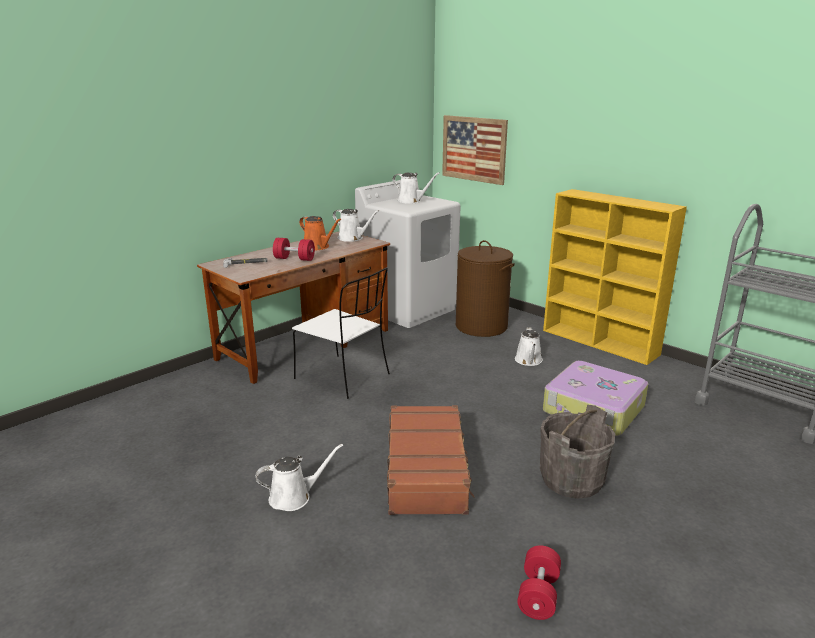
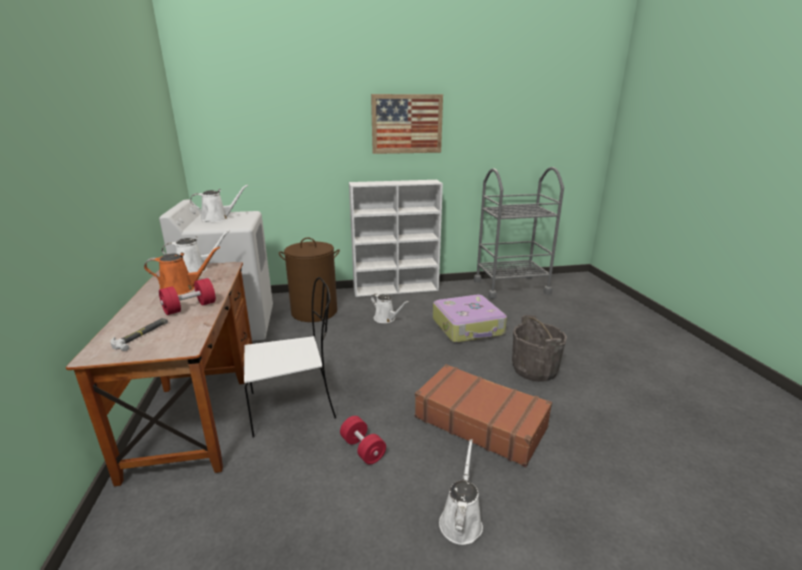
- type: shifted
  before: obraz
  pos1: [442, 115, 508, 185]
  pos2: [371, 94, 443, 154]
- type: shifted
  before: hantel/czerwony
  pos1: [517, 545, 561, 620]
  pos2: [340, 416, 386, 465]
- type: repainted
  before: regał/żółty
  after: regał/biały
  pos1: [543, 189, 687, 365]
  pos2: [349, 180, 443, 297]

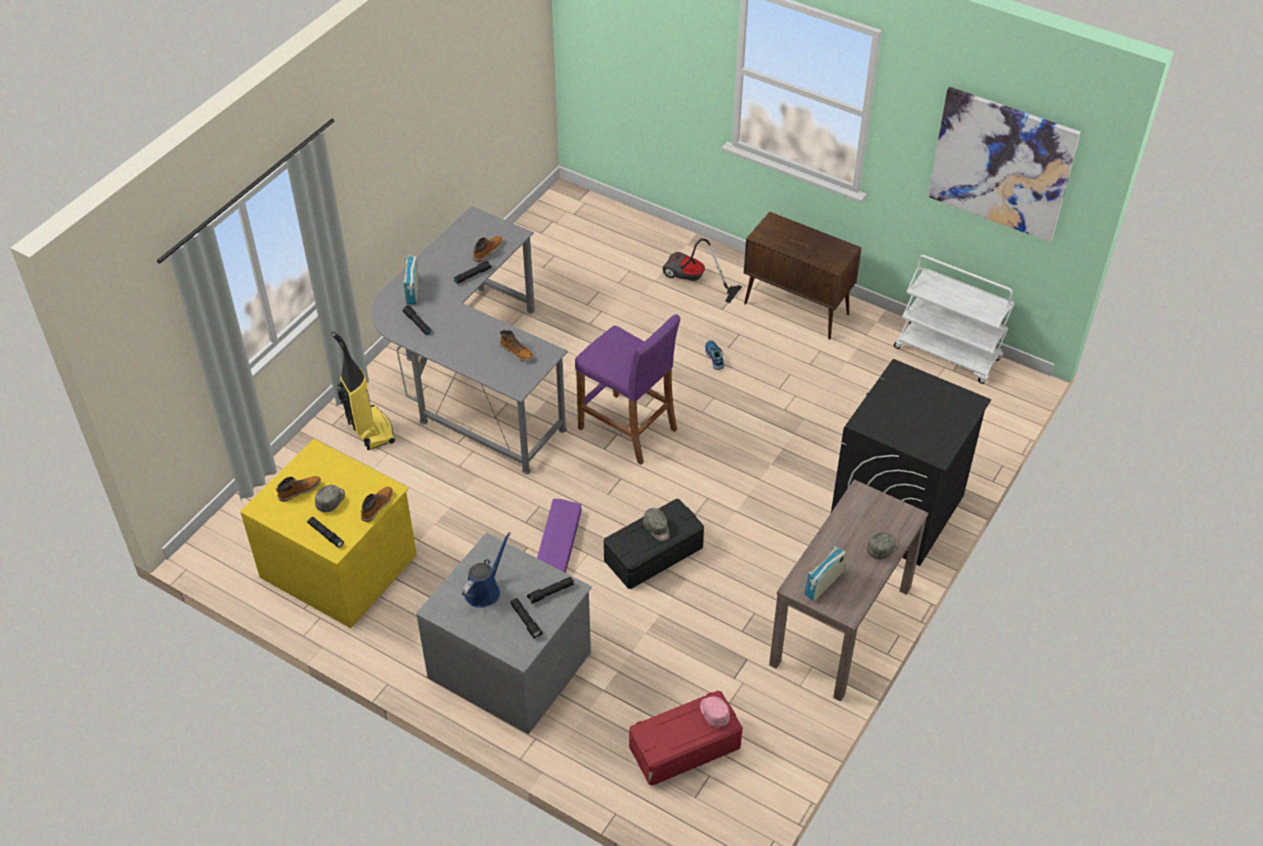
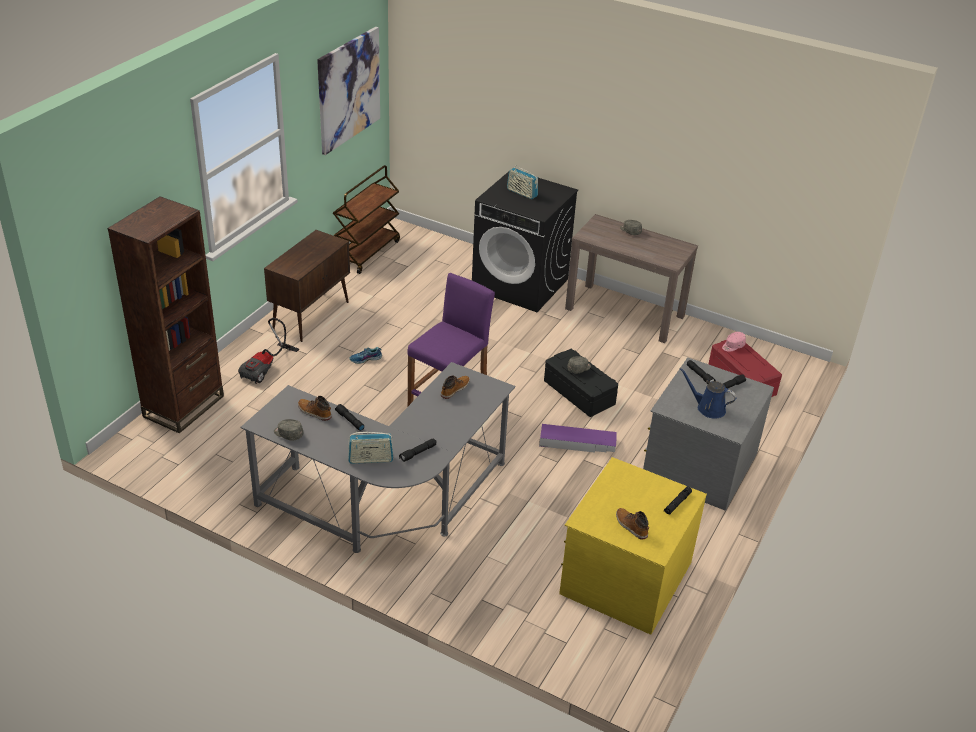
- type: shifted
  before: czapka z daszkiem/szary
  pos1: [315, 485, 345, 512]
  pos2: [274, 419, 304, 440]
- type: gone
  before: odkurzacz
  pos1: [331, 331, 395, 450]
- type: gone
  before: but z cholewką
  pos1: [361, 487, 393, 522]
- type: shifted
  before: radio
  pos1: [804, 546, 846, 601]
  pos2: [507, 165, 538, 199]
- type: repainted
  before: wózek/biały
  after: wózek/brązowy
  pos1: [894, 255, 1015, 384]
  pos2: [333, 165, 400, 274]
- type: new
  after: regał/brązowy
  pos2: [107, 196, 224, 433]

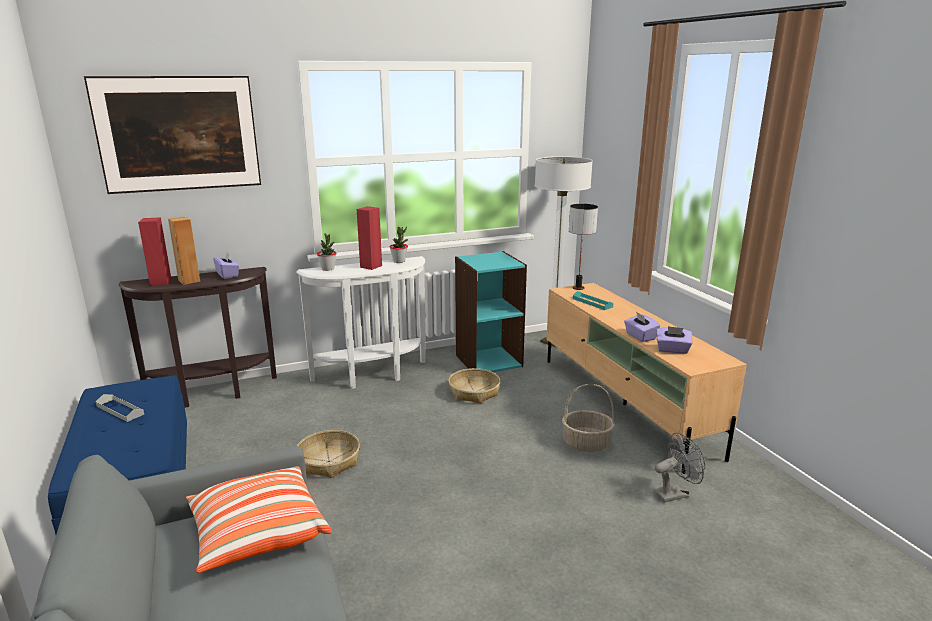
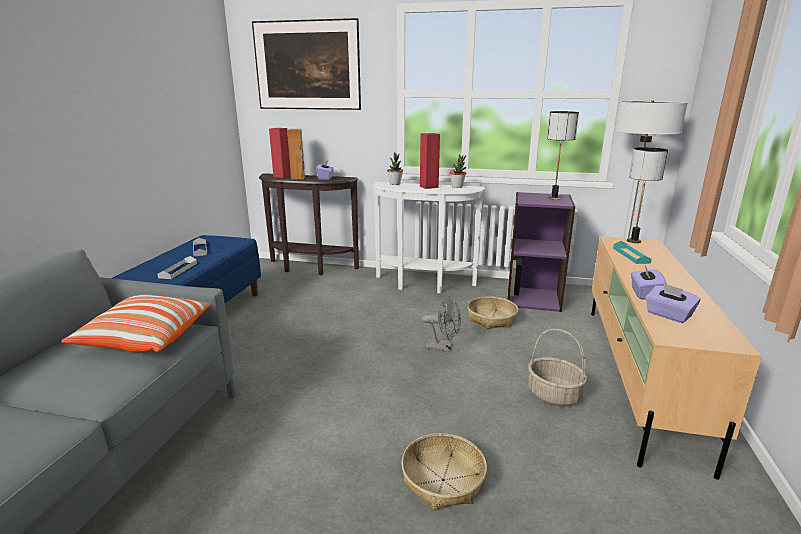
- type: shifted
  before: koszyk
  pos1: [297, 430, 360, 478]
  pos2: [401, 433, 487, 510]
- type: repainted
  before: regał/turkusowy
  after: regał/fioletowy
  pos1: [455, 251, 527, 372]
  pos2: [507, 192, 575, 312]
- type: shifted
  before: wentylator/szary
  pos1: [653, 433, 705, 503]
  pos2: [422, 296, 461, 352]
- type: new
  after: taca/szary
  pos2: [157, 256, 197, 279]
- type: new
  after: lampa stołowa
  pos2: [547, 111, 579, 200]

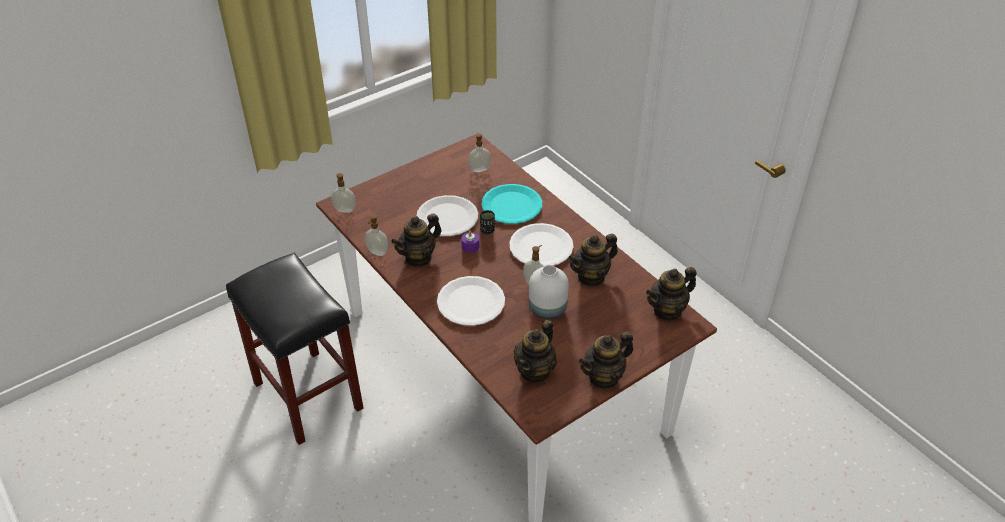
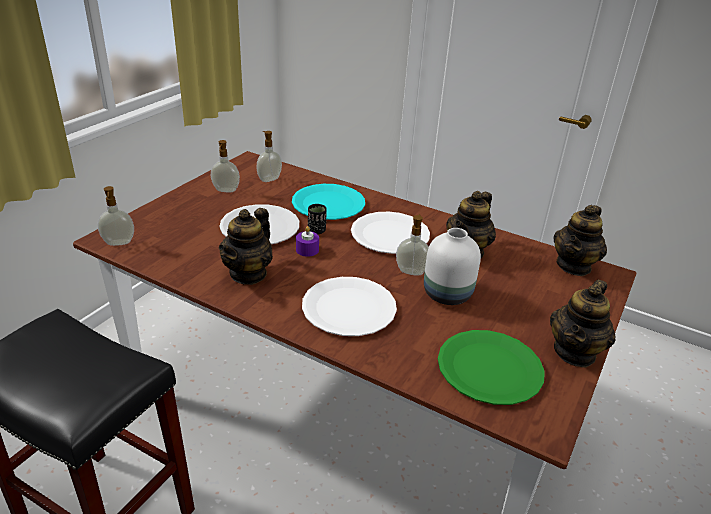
- type: shifted
  before: dozownik mydła
  pos1: [365, 215, 388, 256]
  pos2: [211, 140, 240, 193]
- type: swapped
  before: imbryk
  after: talerz/zielony
  pos1: [514, 320, 557, 383]
  pos2: [438, 330, 545, 405]

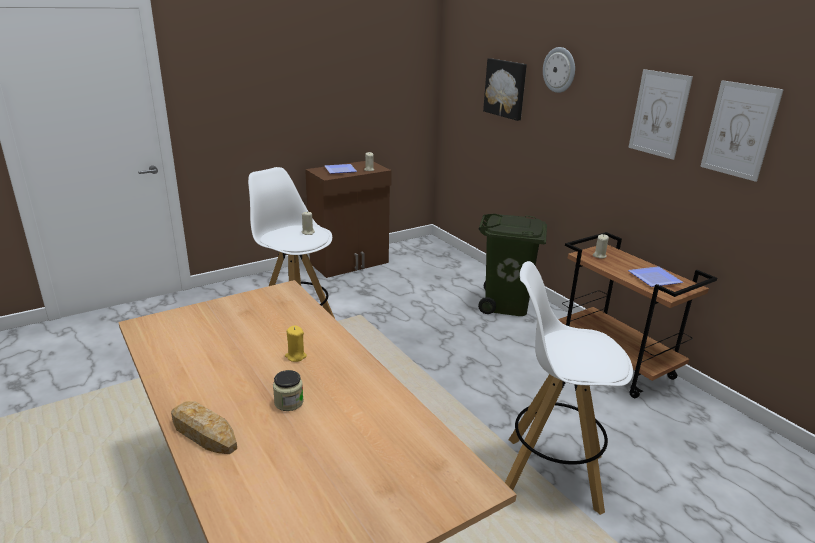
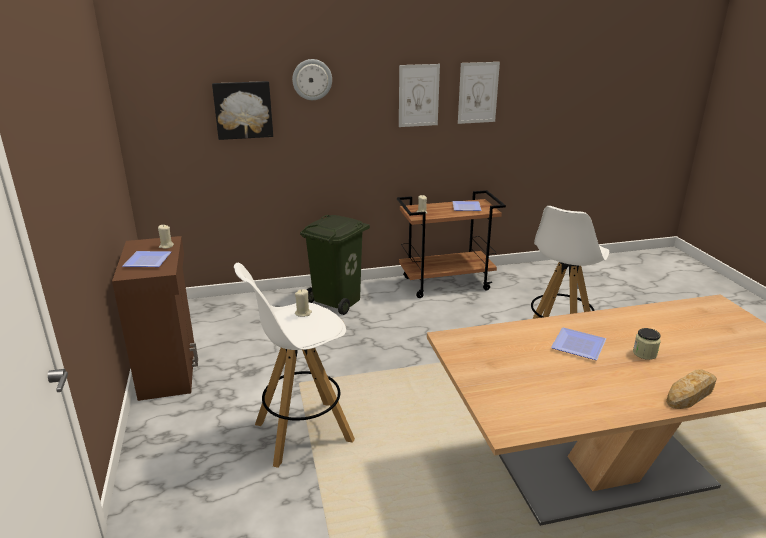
- type: swapped
  before: świeca/żółty
  after: talerz
  pos1: [285, 325, 307, 362]
  pos2: [551, 327, 606, 360]

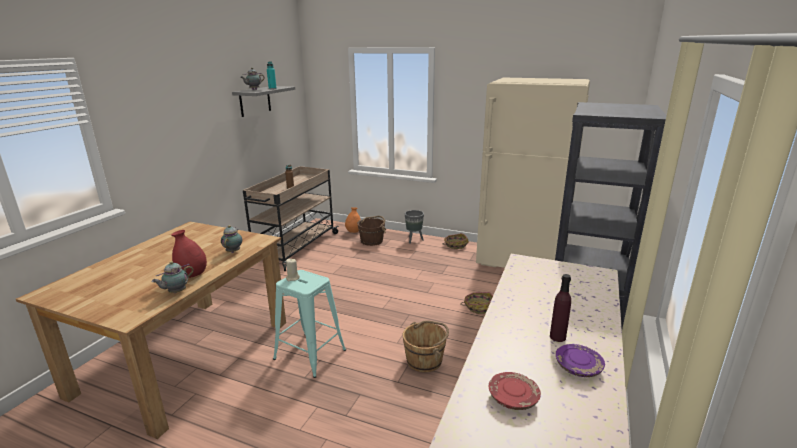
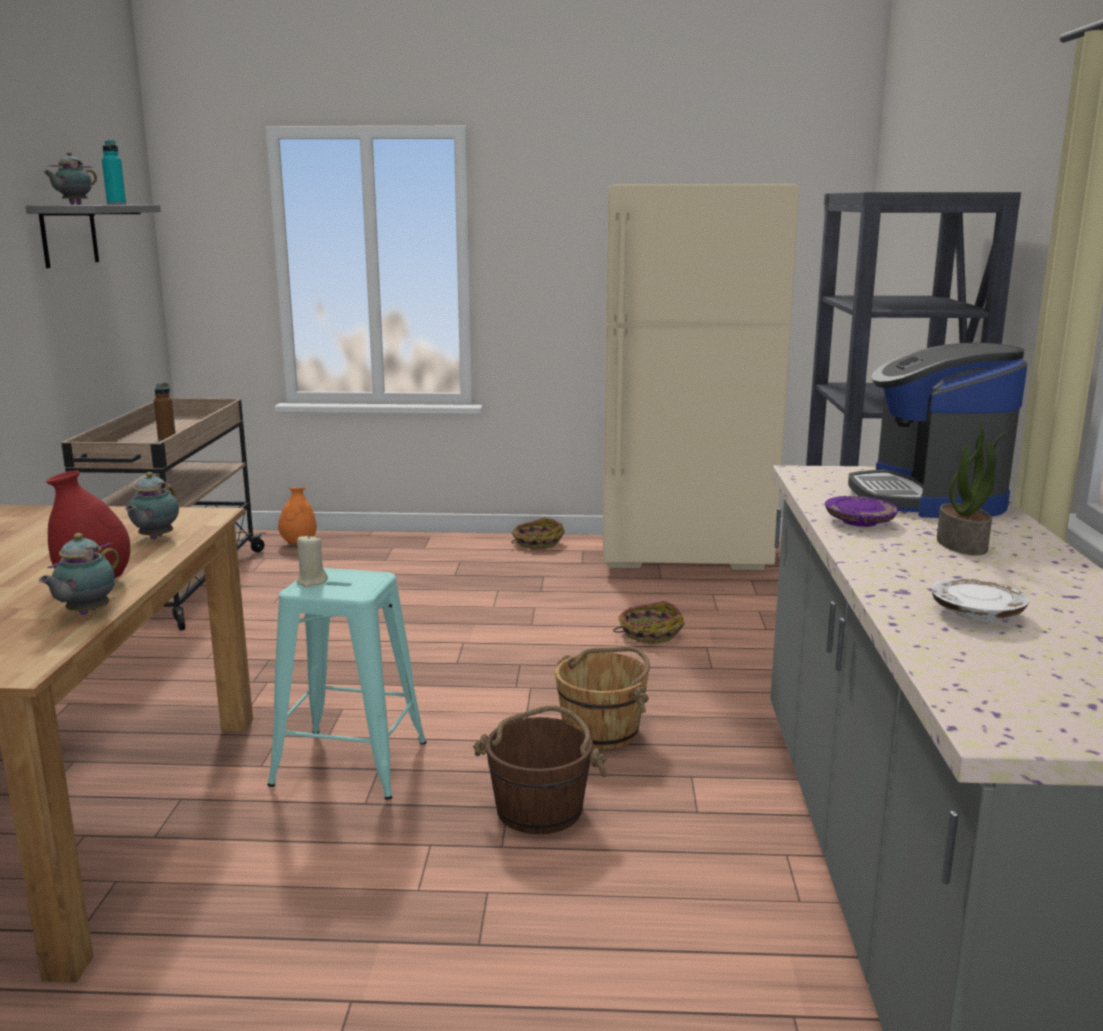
- type: rotated
  before: imbryk
  pos1: [221, 225, 242, 253]
  pos2: [125, 472, 179, 540]
  turn: -150
- type: shifted
  before: wiadro/brązowy
  pos1: [357, 216, 386, 246]
  pos2: [473, 705, 608, 834]
- type: gone
  before: donica/szary
  pos1: [405, 210, 424, 244]
- type: repainted
  before: talerz/czerwony
  after: talerz/biały
  pos1: [489, 372, 541, 410]
  pos2: [931, 579, 1029, 621]
- type: swapped
  before: butelka/fioletowy
  after: roślina doniczkowa
  pos1: [550, 274, 571, 342]
  pos2: [937, 422, 1008, 555]
- type: shifted
  before: talerz/fioletowy
  pos1: [556, 344, 605, 377]
  pos2: [825, 496, 898, 527]
- type: new
  after: ekspres do kawy
  pos2: [848, 342, 1028, 518]

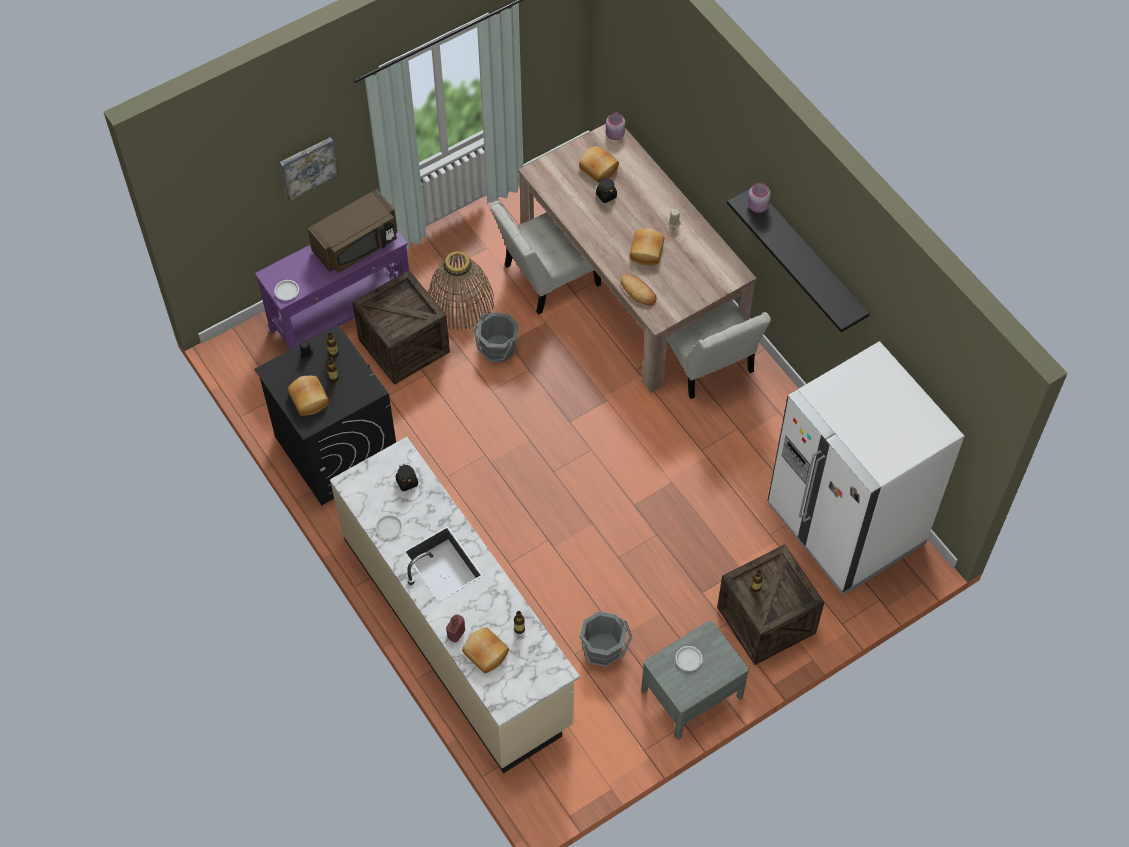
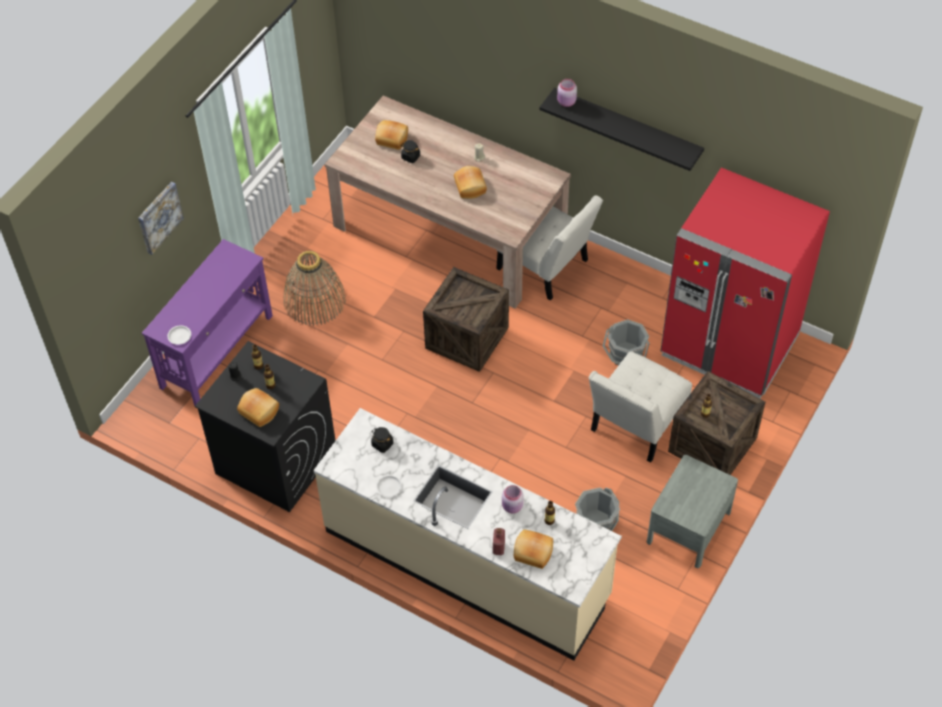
- type: gone
  before: mikrofalówka/brązowy
  pos1: [308, 189, 398, 273]
- type: shifted
  before: skrzynka
  pos1: [352, 270, 450, 385]
  pos2: [423, 267, 509, 372]
- type: shifted
  before: wiadro/szary
  pos1: [474, 312, 519, 362]
  pos2: [603, 319, 650, 365]
- type: shifted
  before: krzesło/biały
  pos1: [489, 201, 601, 315]
  pos2: [589, 351, 692, 463]
- type: shifted
  before: słoik/różowy
  pos1: [606, 112, 626, 140]
  pos2: [502, 485, 524, 513]
- type: gone
  before: chleb
  pos1: [621, 274, 657, 305]
- type: gone
  before: talerz/biały
  pos1: [675, 646, 703, 671]
- type: repainted
  before: lodówka/biały
  after: lodówka/czerwony
  pos1: [768, 341, 964, 595]
  pos2: [661, 167, 830, 399]

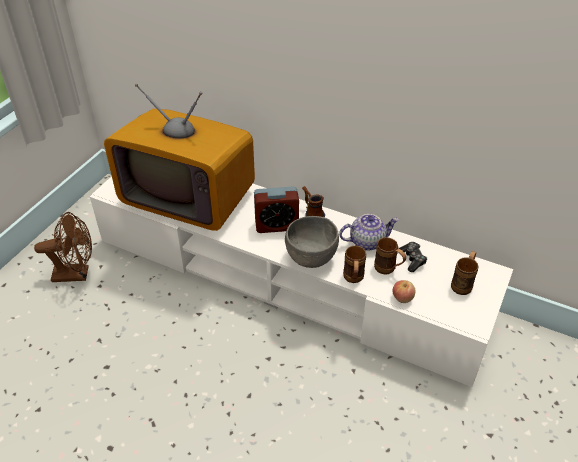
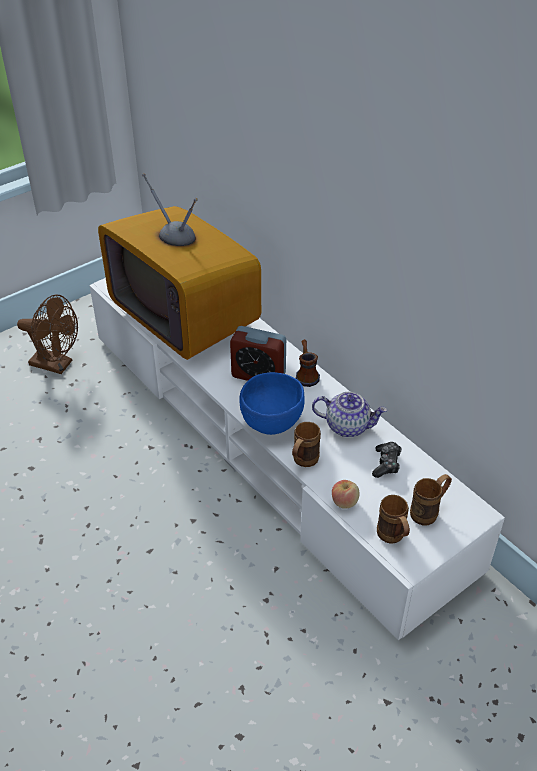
- type: repainted
  before: miska/szary
  after: miska/niebieski
  pos1: [285, 216, 339, 268]
  pos2: [239, 372, 305, 435]
- type: shifted
  before: kubek/brązowy
  pos1: [374, 237, 406, 275]
  pos2: [377, 495, 410, 544]

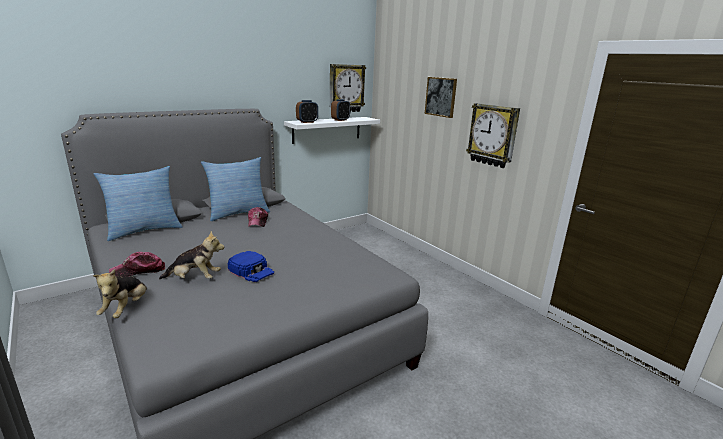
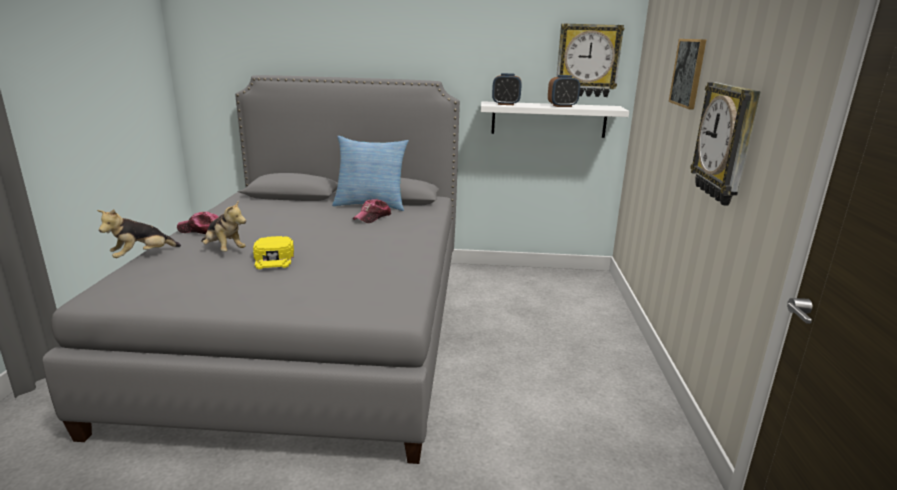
- type: gone
  before: poduszka
  pos1: [93, 166, 183, 241]
- type: repainted
  before: czapka z daszkiem/niebieski
  after: czapka z daszkiem/żółty
  pos1: [228, 251, 274, 282]
  pos2: [253, 236, 294, 269]

